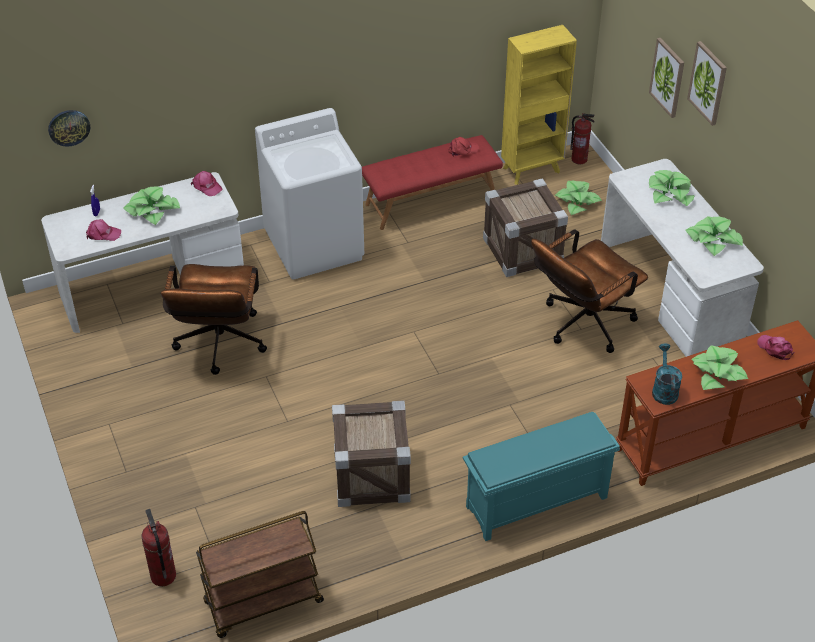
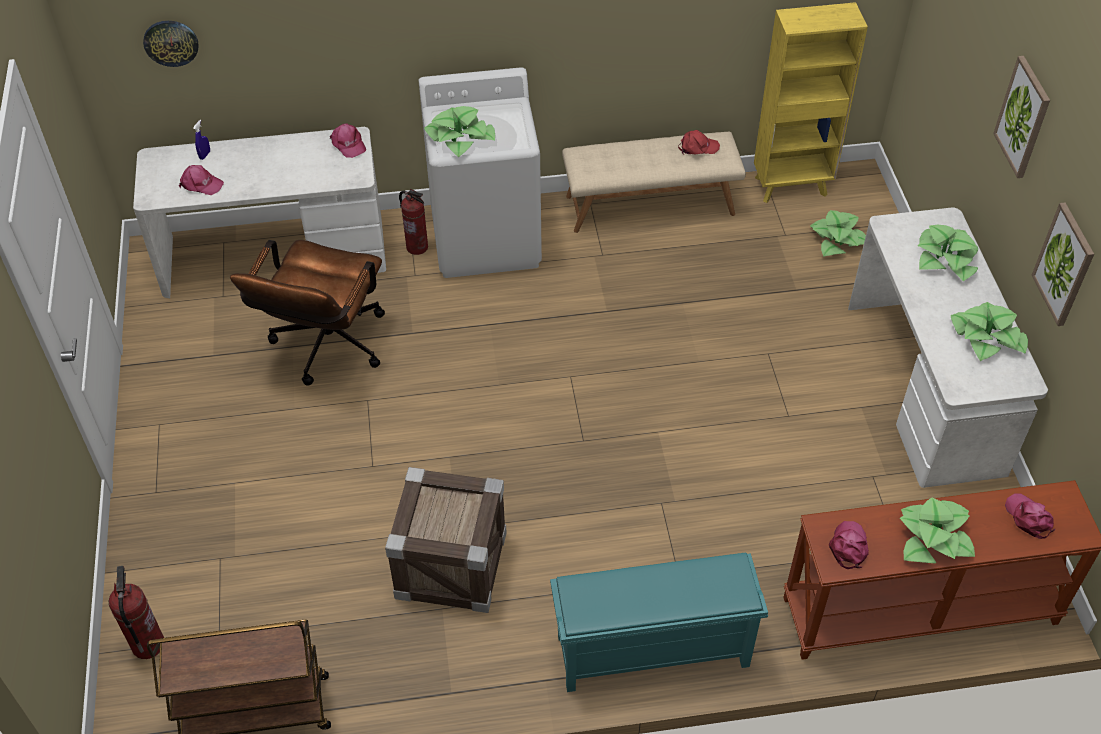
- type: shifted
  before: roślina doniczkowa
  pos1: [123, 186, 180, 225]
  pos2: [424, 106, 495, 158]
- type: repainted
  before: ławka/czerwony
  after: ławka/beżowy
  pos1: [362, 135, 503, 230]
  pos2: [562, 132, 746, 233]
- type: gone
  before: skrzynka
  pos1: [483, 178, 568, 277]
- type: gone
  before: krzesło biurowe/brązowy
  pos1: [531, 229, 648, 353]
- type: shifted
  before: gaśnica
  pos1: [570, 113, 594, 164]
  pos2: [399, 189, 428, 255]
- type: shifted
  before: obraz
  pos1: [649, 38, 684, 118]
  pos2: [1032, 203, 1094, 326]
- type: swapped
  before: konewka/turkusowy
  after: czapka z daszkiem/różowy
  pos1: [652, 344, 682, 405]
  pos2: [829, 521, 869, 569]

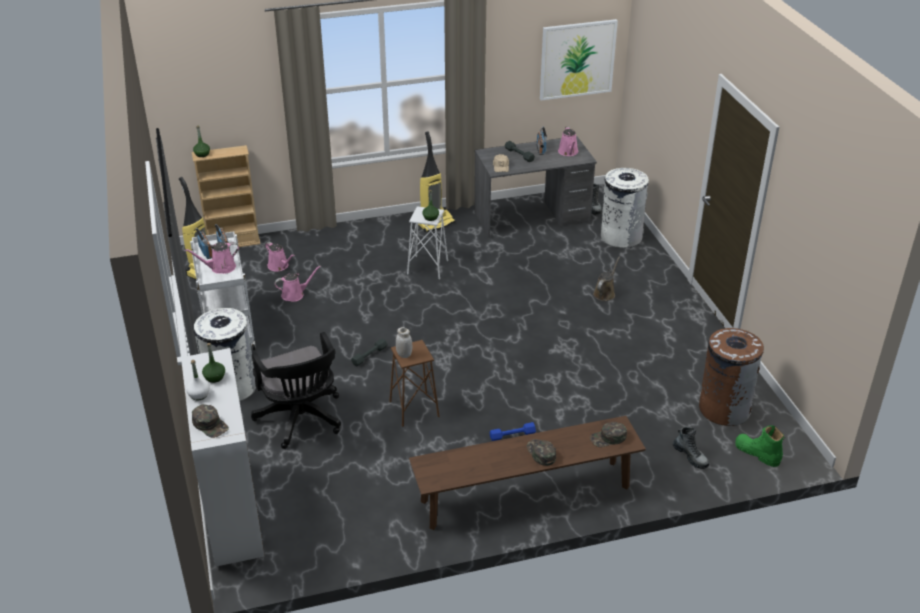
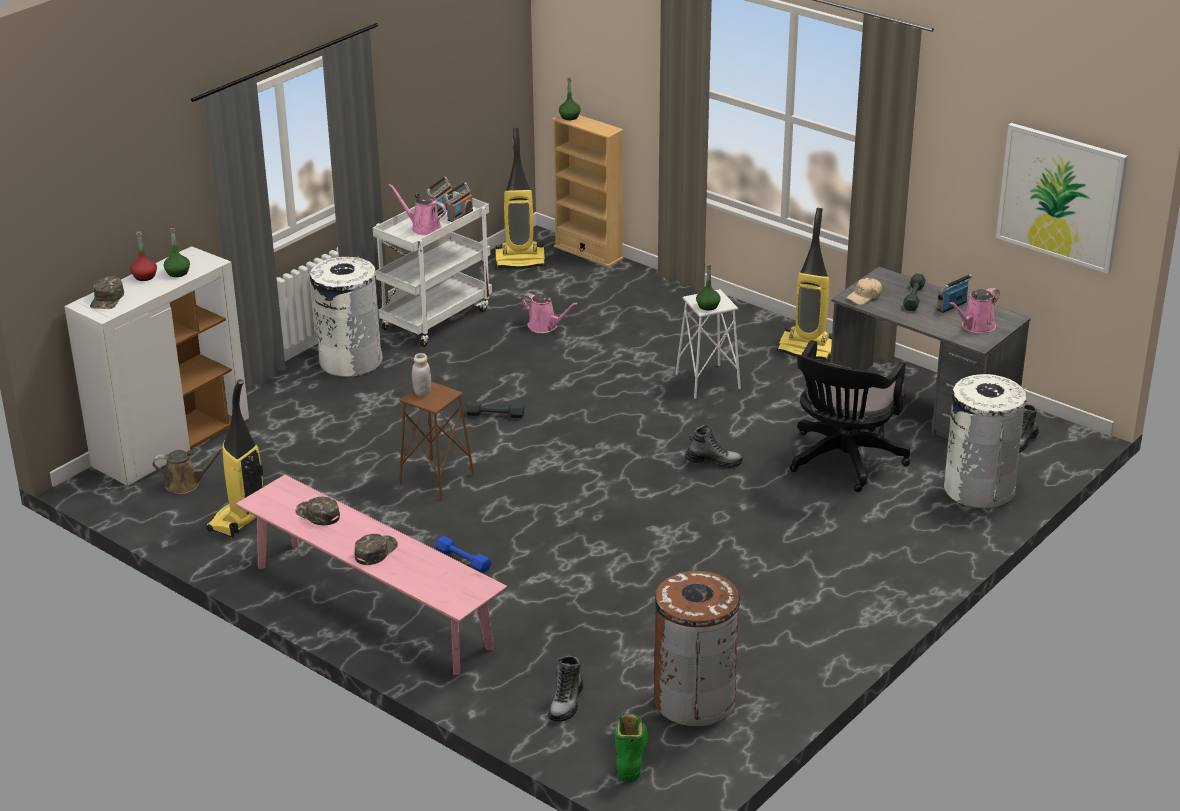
- type: repainted
  before: butelka/biały
  after: butelka/czerwony
  pos1: [186, 360, 210, 400]
  pos2: [130, 231, 157, 281]
- type: shifted
  before: krzesło biurowe/czarny
  pos1: [251, 332, 341, 449]
  pos2: [790, 340, 910, 492]
- type: gone
  before: konewka/różowy
  pos1: [265, 242, 294, 271]
- type: repainted
  before: ławka/brązowy
  after: ławka/różowy
  pos1: [409, 416, 646, 530]
  pos2: [236, 475, 507, 675]
- type: shifted
  before: czapka z daszkiem/zielony
  pos1: [590, 422, 627, 447]
  pos2: [295, 496, 340, 525]
- type: shifted
  before: konewka/brązowy
  pos1: [593, 257, 620, 301]
  pos2: [153, 447, 223, 494]
- type: new
  after: odkurzacz
  pos2: [206, 379, 263, 538]
- type: new
  after: but z cholewką
  pos2: [685, 424, 743, 468]

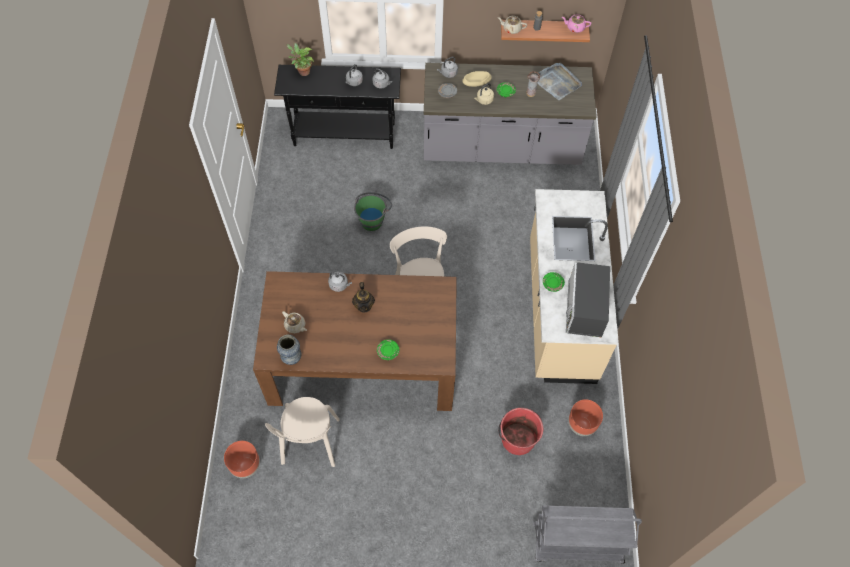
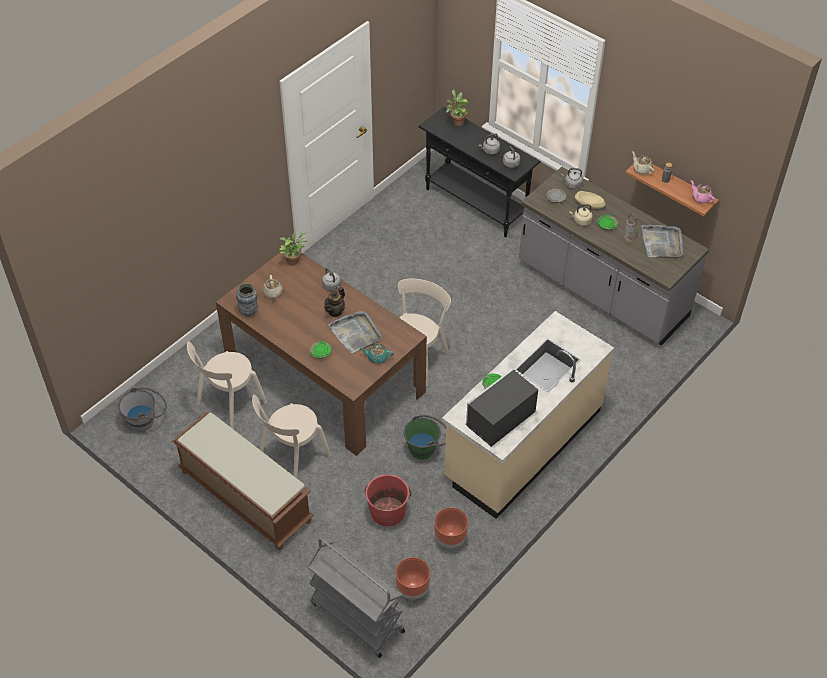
- type: shifted
  before: donica/brązowy
  pos1: [224, 441, 260, 478]
  pos2: [396, 557, 430, 599]
- type: shifted
  before: wiadro/zielony
  pos1: [354, 192, 392, 231]
  pos2: [404, 415, 446, 460]
- type: new
  after: wiadro/szary
  pos2: [118, 387, 167, 431]
- type: new
  after: ławka/brązowy
  pos2: [172, 411, 314, 550]
- type: new
  after: krzesło/beżowy
  pos2: [252, 395, 331, 479]
- type: new
  after: roślina doniczkowa
  pos2: [279, 231, 308, 266]
- type: new
  after: taca/szary
  pos2: [328, 311, 382, 354]
- type: new
  after: imbryk/turkusowy
  pos2: [360, 344, 394, 364]

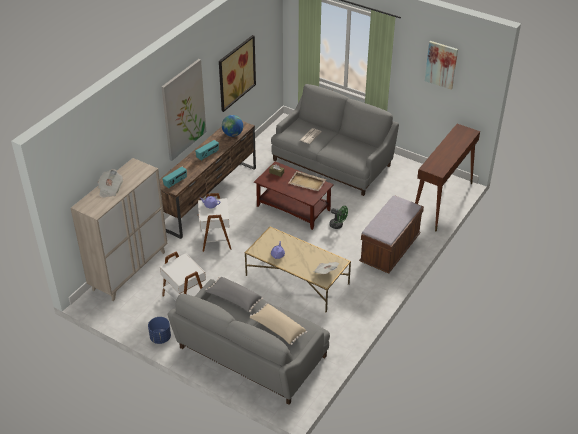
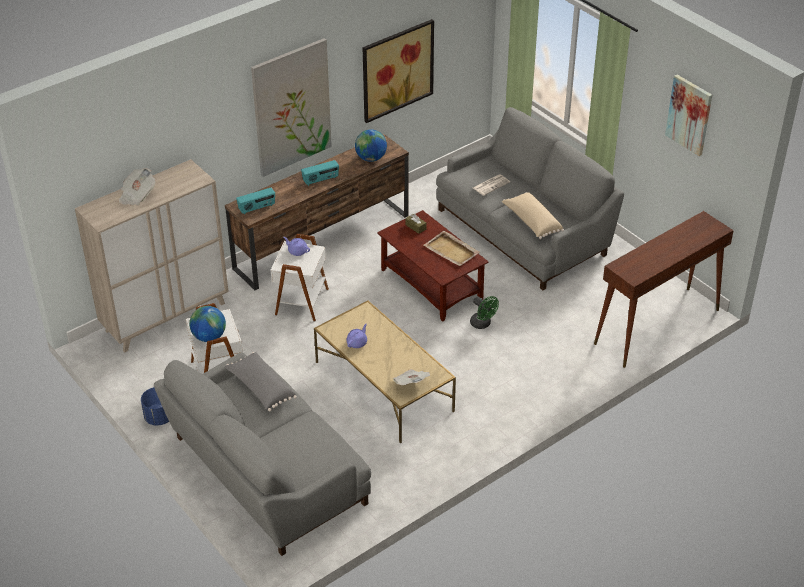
- type: shifted
  before: poduszka/beżowy
  pos1: [250, 304, 307, 345]
  pos2: [502, 192, 564, 239]
- type: gone
  before: ławka/brązowy
  pos1: [359, 195, 424, 274]
- type: new
  after: globus
  pos2: [189, 306, 226, 342]

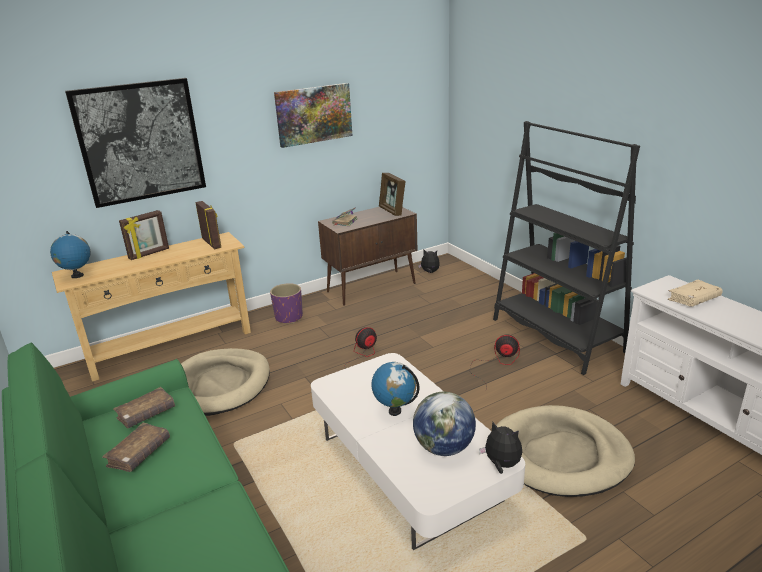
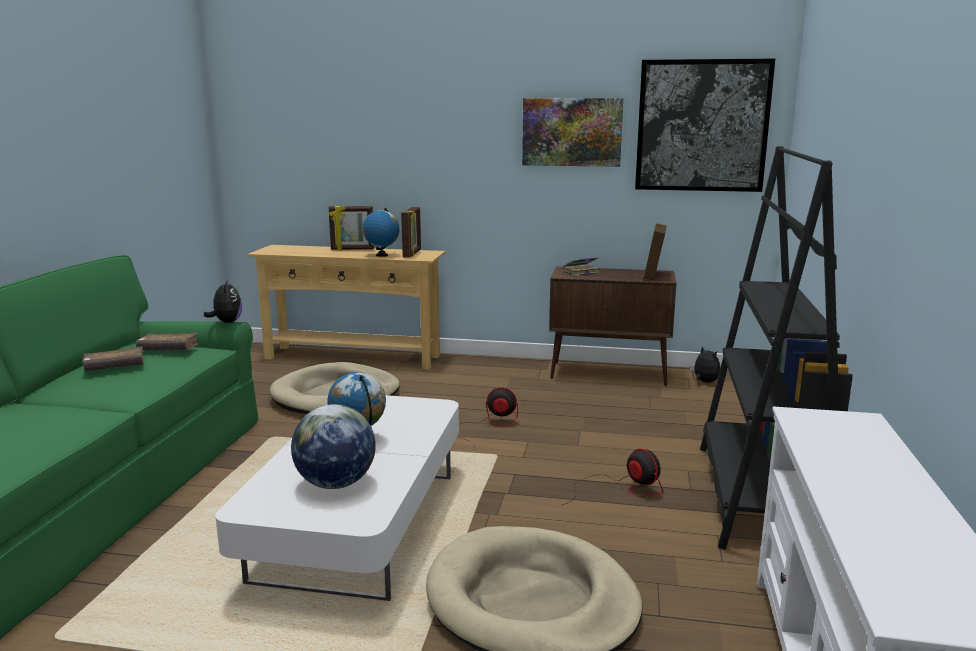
- type: shifted
  before: globus
  pos1: [50, 231, 91, 278]
  pos2: [363, 208, 400, 257]
- type: shifted
  before: obraz
  pos1: [65, 78, 206, 208]
  pos2: [635, 59, 775, 192]
- type: gone
  before: donica/fioletowy
  pos1: [270, 283, 303, 323]
- type: shifted
  before: pluszak
  pos1: [479, 421, 522, 474]
  pos2: [204, 280, 242, 323]
- type: gone
  before: książka/beżowy
  pos1: [668, 280, 723, 307]

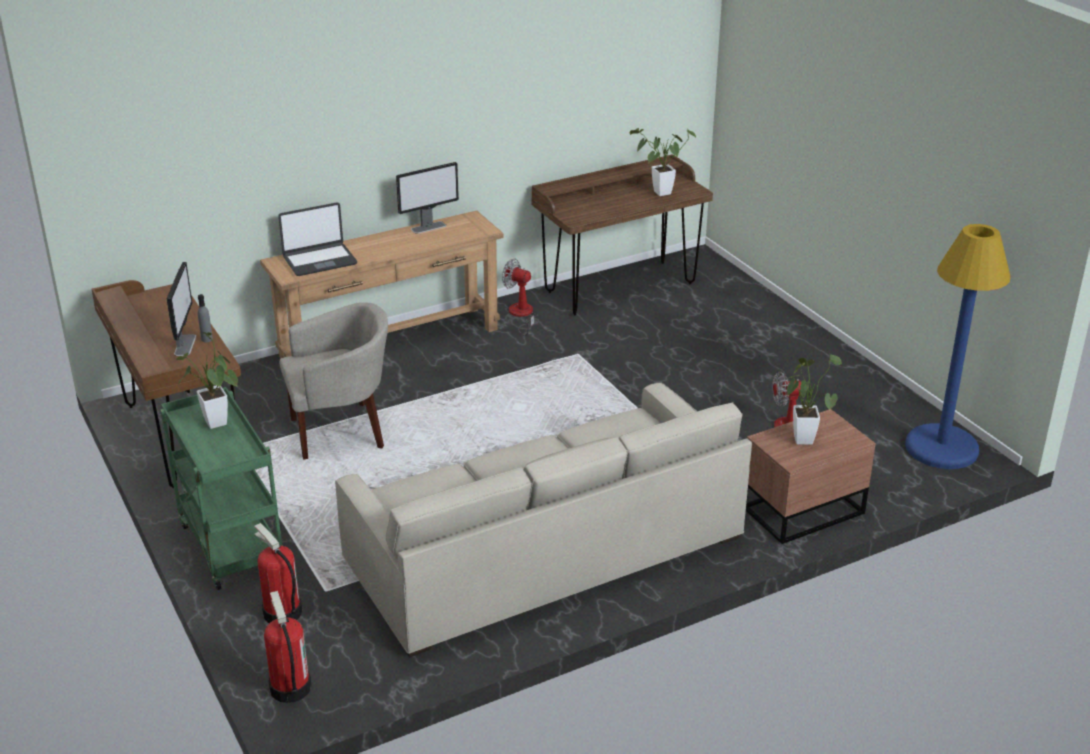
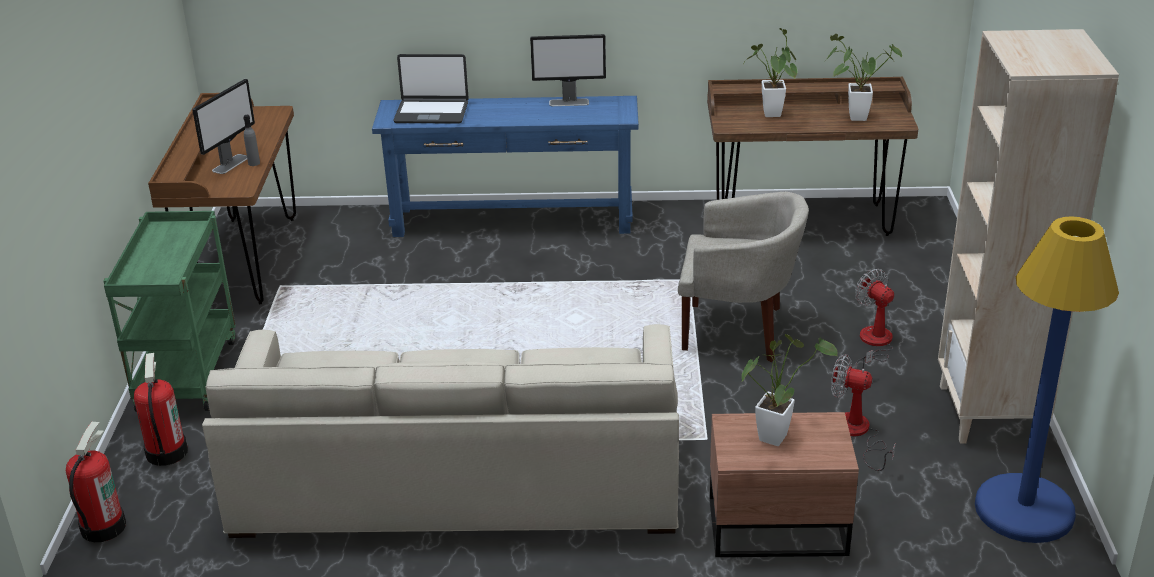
- type: shifted
  before: roślina doniczkowa
  pos1: [176, 332, 238, 429]
  pos2: [744, 28, 797, 117]
- type: repainted
  before: stolik konsolowy/brązowy
  after: stolik konsolowy/niebieski
  pos1: [260, 211, 503, 358]
  pos2: [372, 96, 639, 237]
- type: shifted
  before: fotel/beżowy
  pos1: [280, 302, 388, 459]
  pos2: [678, 192, 809, 362]
- type: shifted
  before: wentylator
  pos1: [502, 259, 538, 336]
  pos2: [855, 269, 894, 369]
- type: new
  after: regał/beżowy
  pos2: [938, 29, 1119, 444]

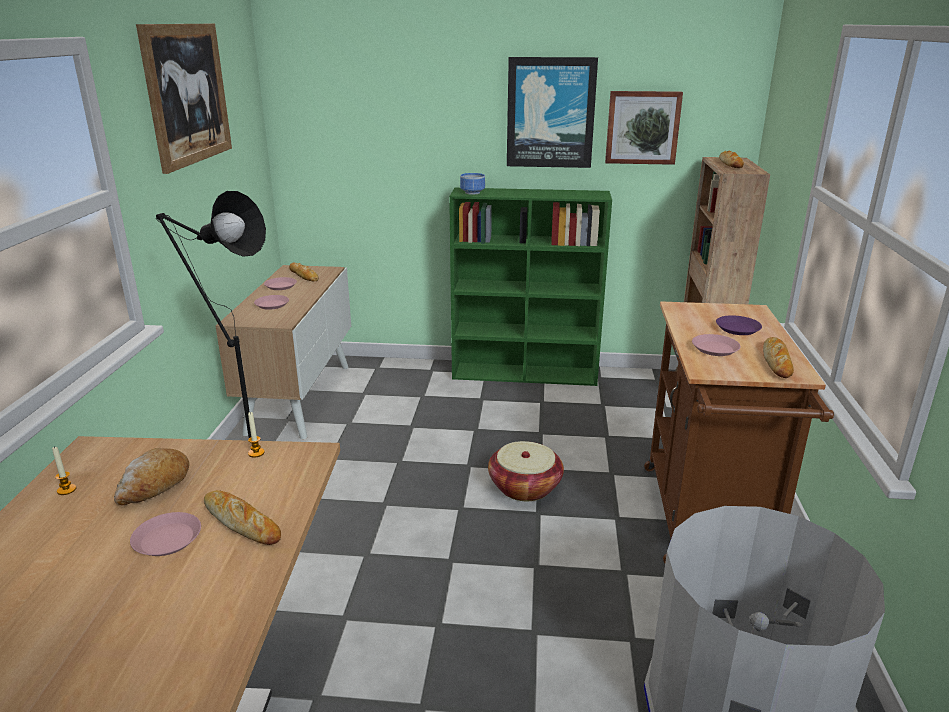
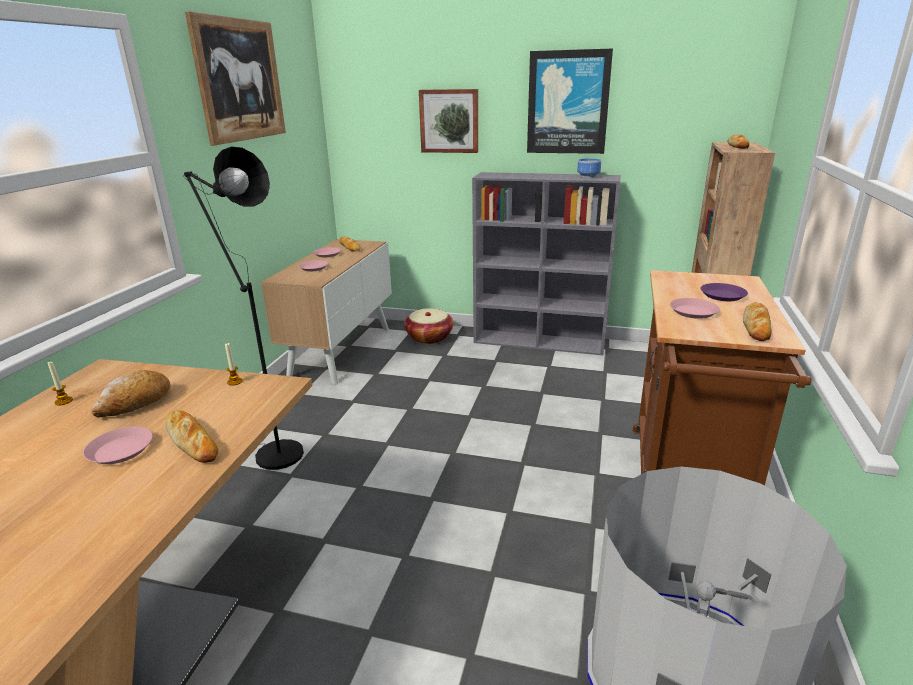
- type: repainted
  before: regał/zielony
  after: regał/szary
  pos1: [449, 188, 612, 386]
  pos2: [472, 172, 621, 355]
- type: shifted
  before: miska
  pos1: [460, 173, 485, 195]
  pos2: [577, 158, 601, 178]
- type: shifted
  before: koszyk
  pos1: [488, 441, 564, 501]
  pos2: [404, 309, 454, 344]
- type: shifted
  before: obraz
  pos1: [605, 91, 683, 165]
  pos2: [419, 89, 478, 153]

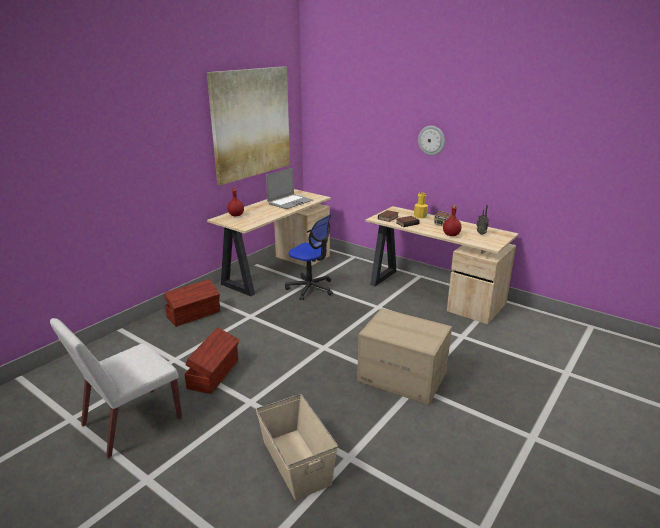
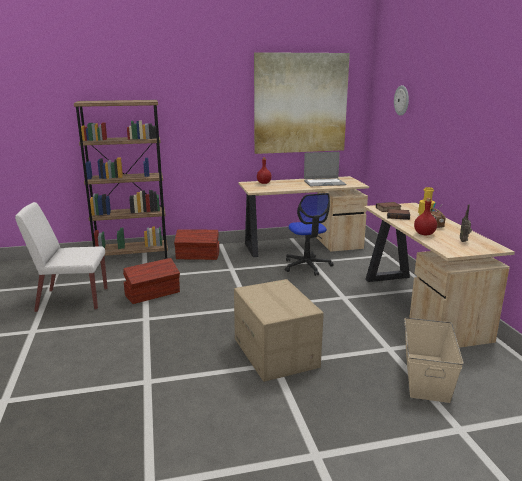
- type: shifted
  before: pojemnik do przechowywania/beżowy
  pos1: [256, 394, 338, 500]
  pos2: [404, 318, 464, 403]
- type: shifted
  before: zegar ścienny
  pos1: [418, 126, 445, 156]
  pos2: [394, 85, 409, 116]
- type: new
  after: regał/brązowy
  pos2: [74, 100, 168, 259]

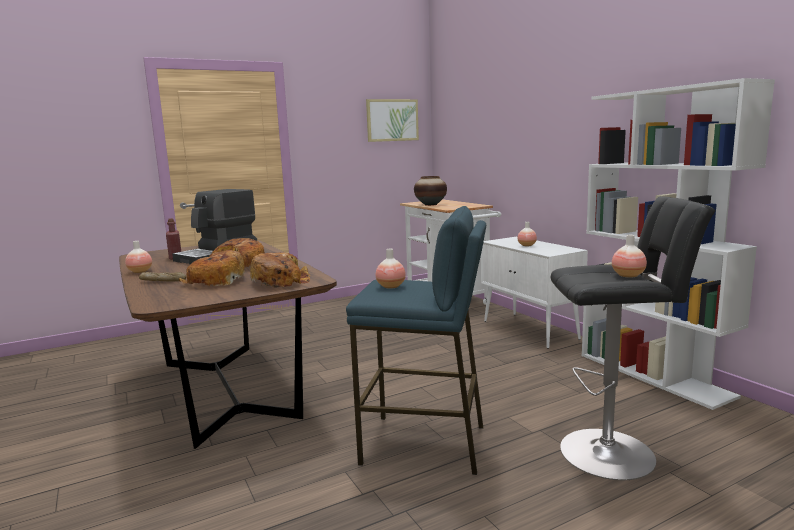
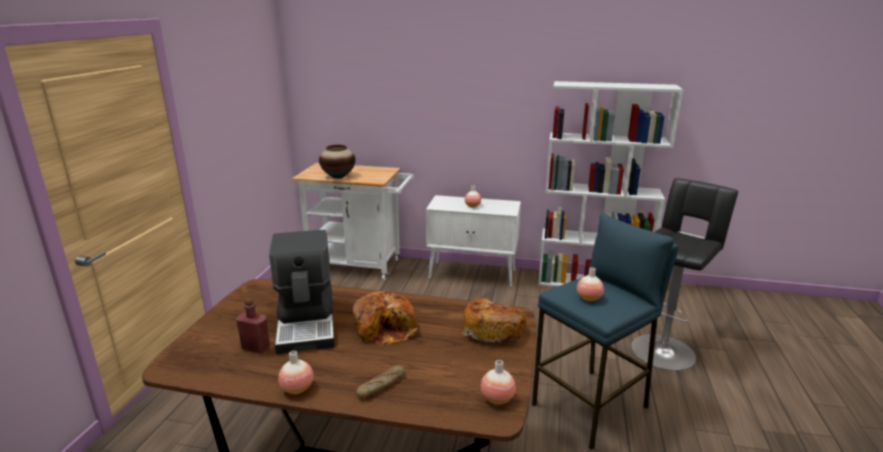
- type: gone
  before: chleb
  pos1: [179, 250, 245, 286]
- type: gone
  before: obraz
  pos1: [366, 99, 419, 142]
- type: shifted
  before: wazon
  pos1: [612, 235, 647, 278]
  pos2: [481, 360, 516, 404]

